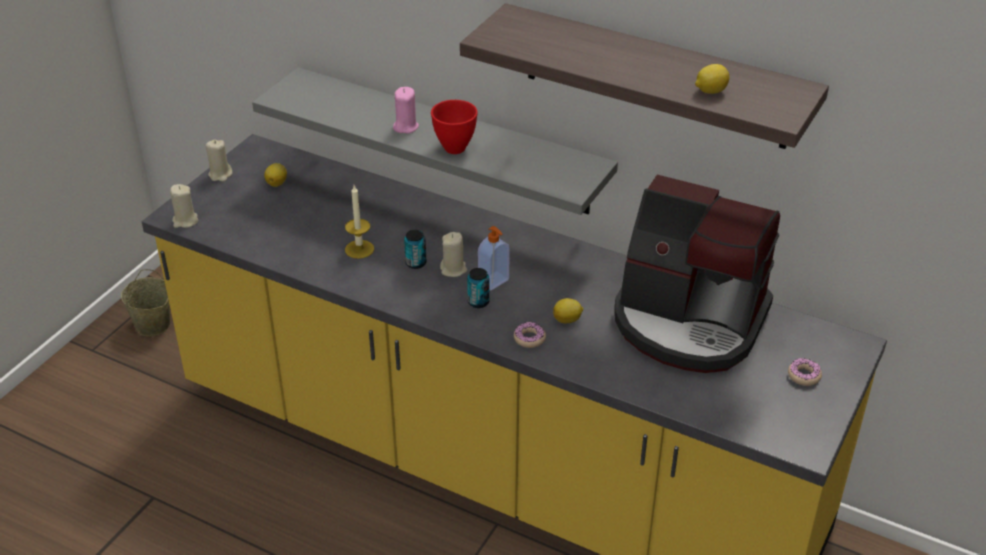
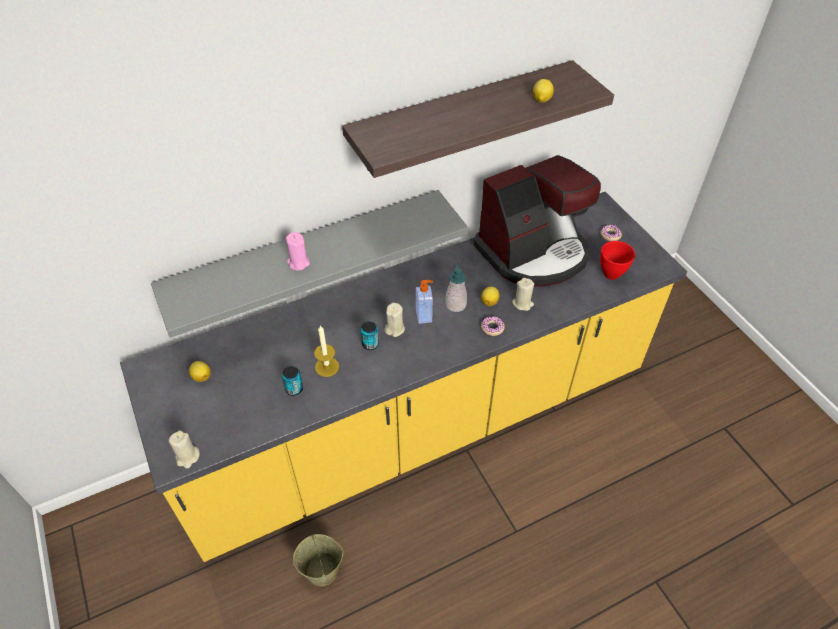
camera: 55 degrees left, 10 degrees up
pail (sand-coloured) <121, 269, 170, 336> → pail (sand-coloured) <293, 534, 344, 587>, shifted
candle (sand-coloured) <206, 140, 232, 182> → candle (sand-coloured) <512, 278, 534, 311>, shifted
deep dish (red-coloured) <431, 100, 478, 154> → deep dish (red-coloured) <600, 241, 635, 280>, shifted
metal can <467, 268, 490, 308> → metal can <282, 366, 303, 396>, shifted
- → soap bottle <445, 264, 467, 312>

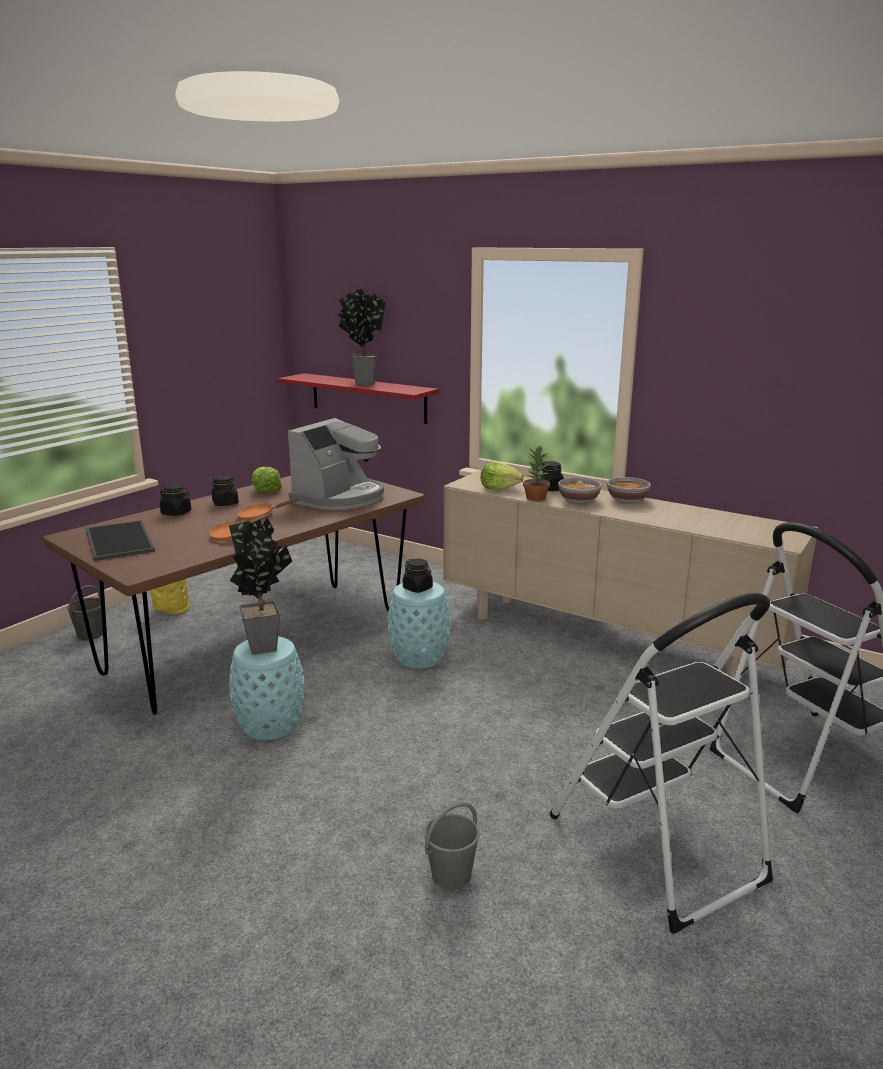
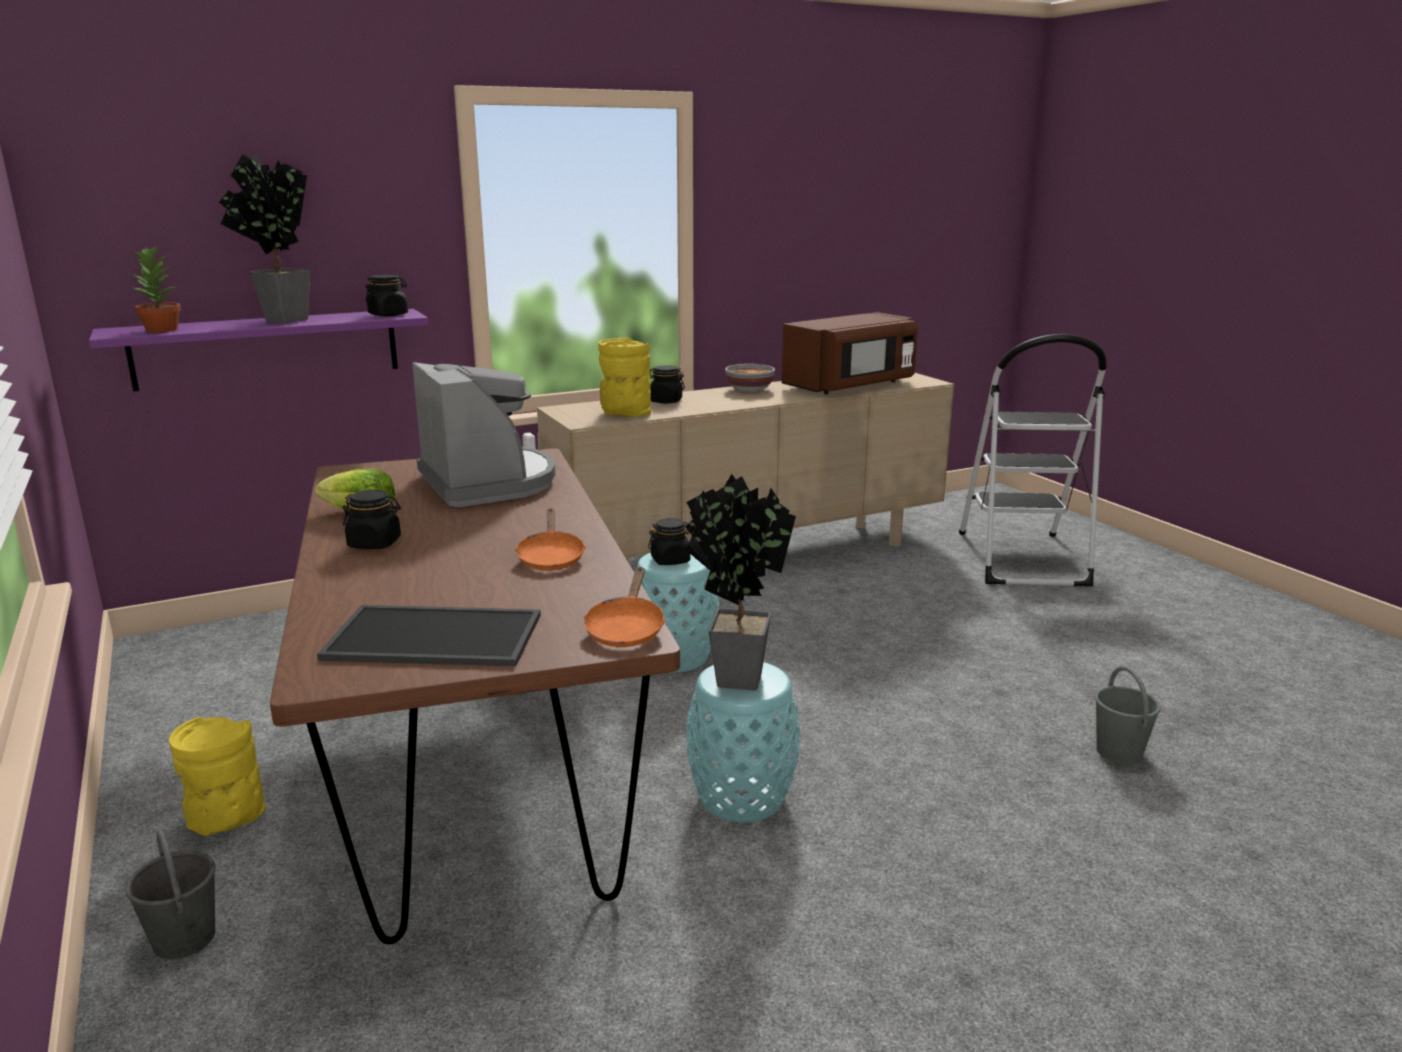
camera: 60 degrees left, 0 degrees up
preserve jar (black) <160, 484, 191, 516> → preserve jar (black) <365, 275, 408, 317>, shifted
skillet (orange-coloured) <237, 498, 298, 521> → skillet (orange-coloured) <583, 567, 665, 647>, shifted
wall shelf (red-coloured) <278, 373, 439, 424> → wall shelf (purplish) <89, 309, 429, 392>
head of lettuce <480, 462, 524, 490> → flower vase (yellow) <598, 338, 651, 417>
plant in a pot <523, 446, 550, 501> → plant in a pot <130, 246, 181, 332>, shifted
stepladder <550, 593, 773, 934> → -
deep dish <558, 478, 602, 504> → -
- → microwave (brown) <781, 312, 918, 394>

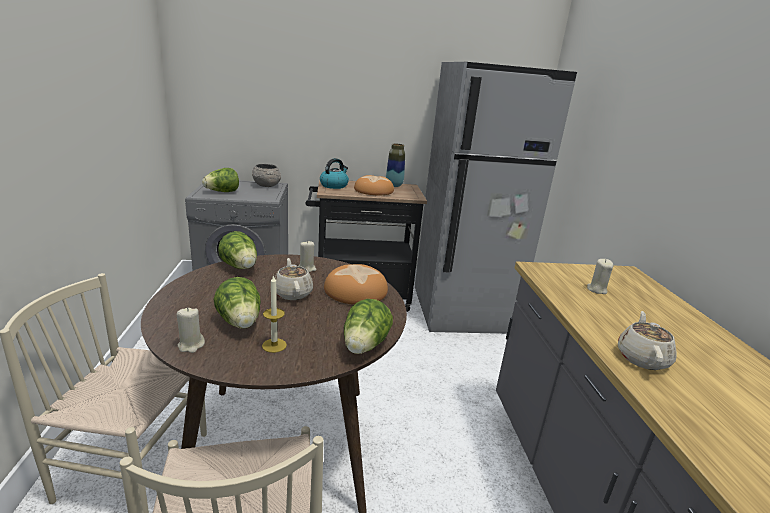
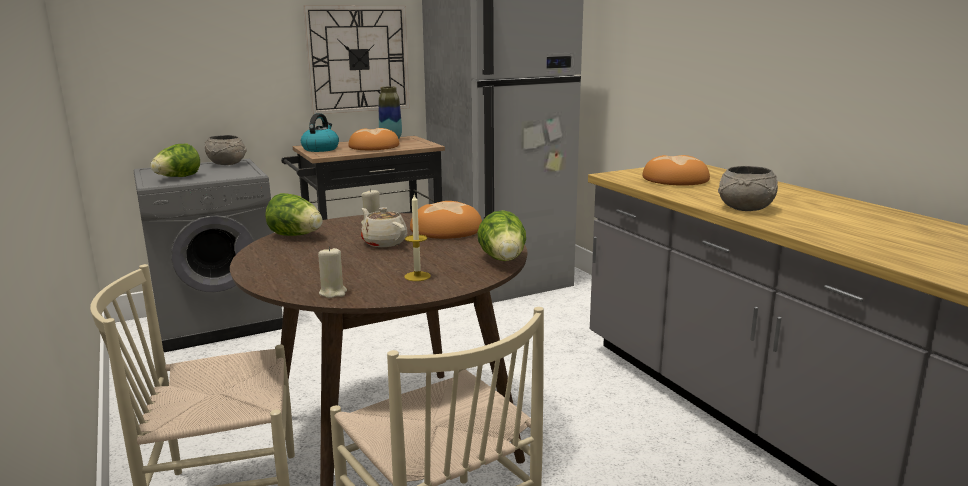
camera: 20 degrees left, 5 degrees down
head of lettuce <214, 277, 261, 329> → -
candle (sand-coloured) <587, 259, 614, 294> → bread <642, 155, 710, 186>
tea pot (sand-coloured) <618, 311, 677, 370> → deep dish (gray) <718, 166, 778, 211>
- → wall clock <303, 6, 410, 115>

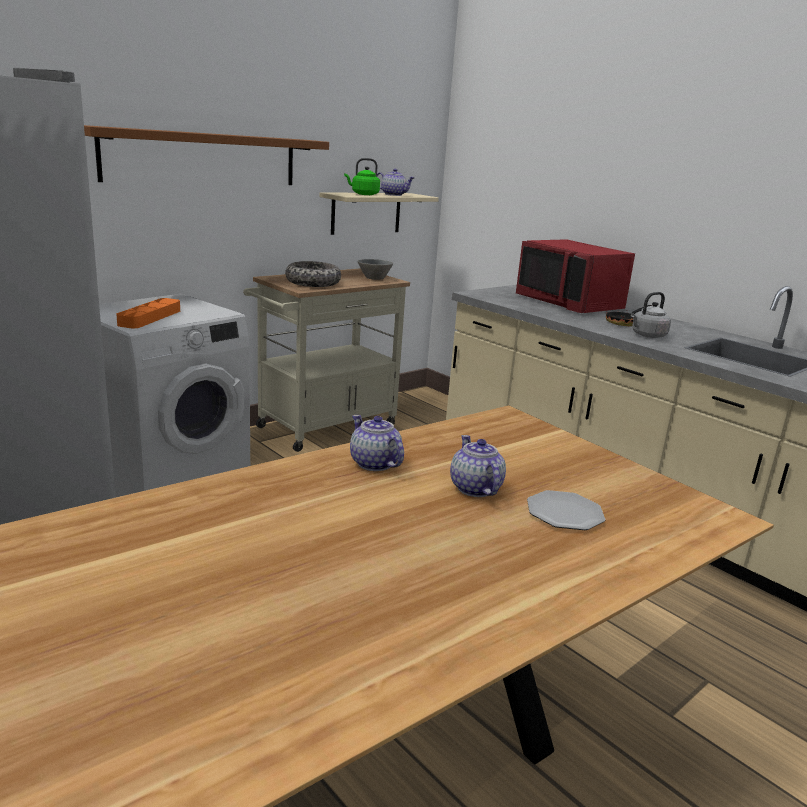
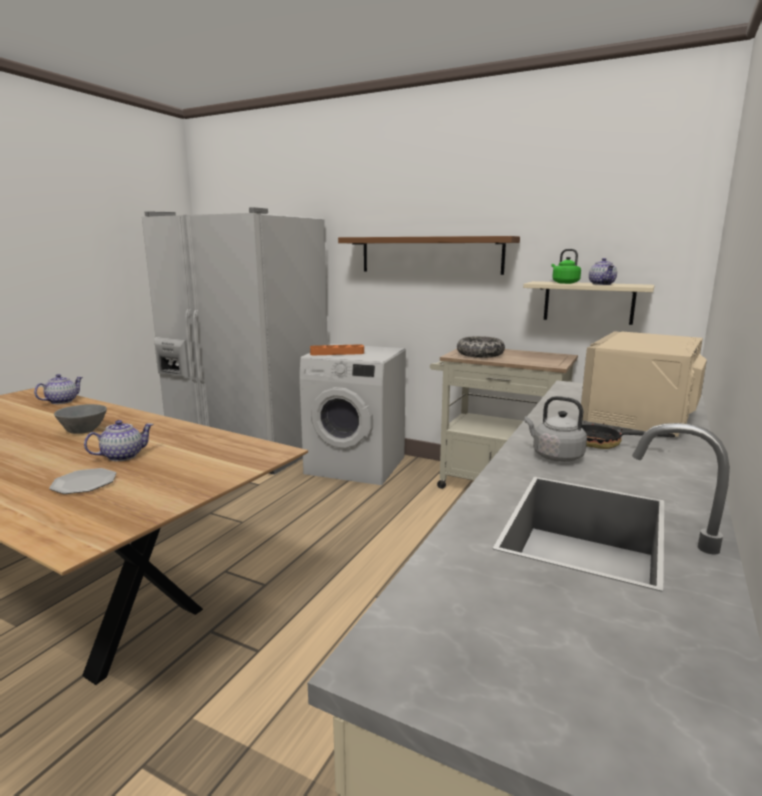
camera: 70 degrees right, 5 degrees down
tea pot <350, 415, 404, 471> → tea pot <34, 374, 83, 404>, shifted
deep dish (gray) <358, 259, 393, 280> → deep dish (gray) <54, 404, 107, 434>, shifted
microwave (red-coloured) <516, 239, 635, 313> → microwave (sand-coloured) <581, 331, 707, 437>

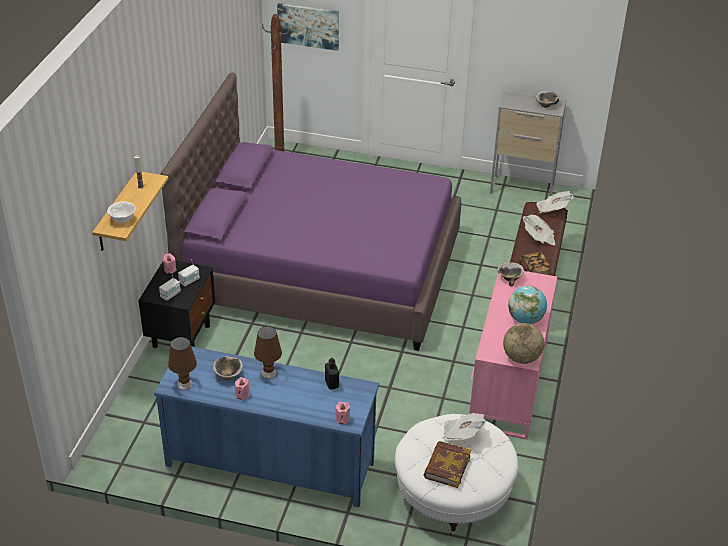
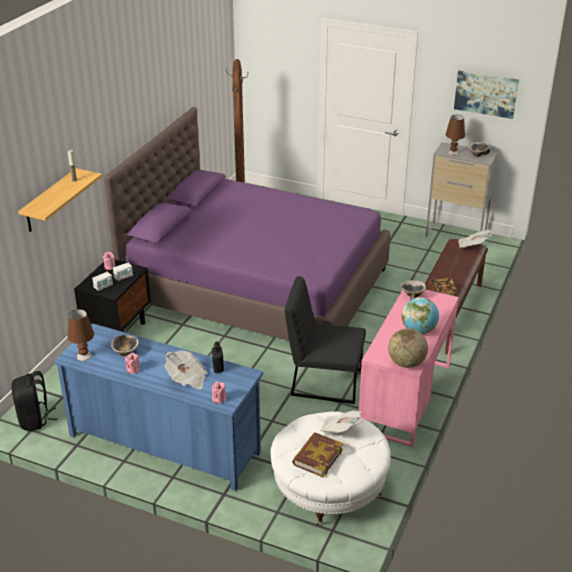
camera: 10 degrees right, 5 degrees down
deep dish (whitish) <107, 201, 135, 223> → -
tabletop lamp (brown) <254, 326, 282, 379> → tabletop lamp (brown) <446, 115, 465, 156>, shifted
wall picture <277, 3, 339, 51> → wall picture <454, 71, 519, 119>, shifted
daily paper <523, 215, 555, 245> → daily paper <164, 350, 207, 389>, shifted
- → knapsack (black) <11, 371, 58, 431>
- → plain chair (black) <285, 276, 366, 404>

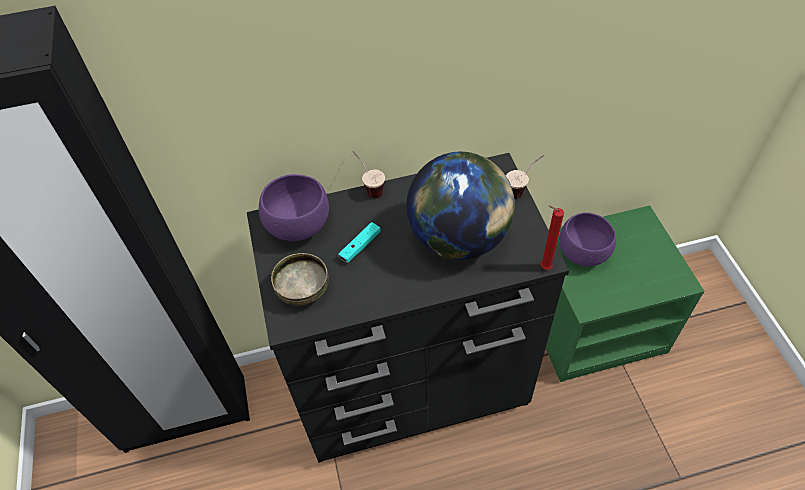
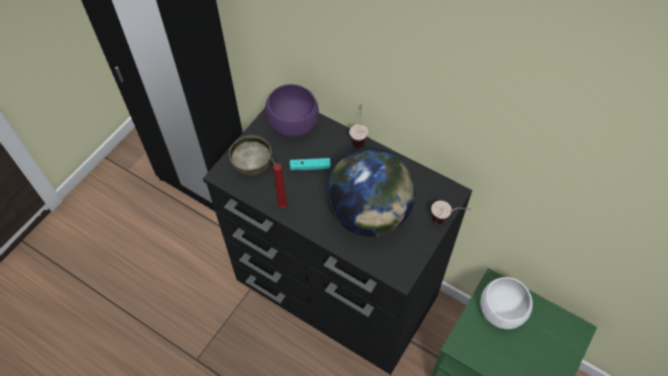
camera: 45 degrees right, 5 degrees up
candle (red-coloured) <540, 206, 564, 270> → candle (red-coloured) <270, 157, 287, 207>, shifted
deep dish (purplish) <559, 212, 616, 266> → deep dish (whitish) <480, 277, 533, 329>

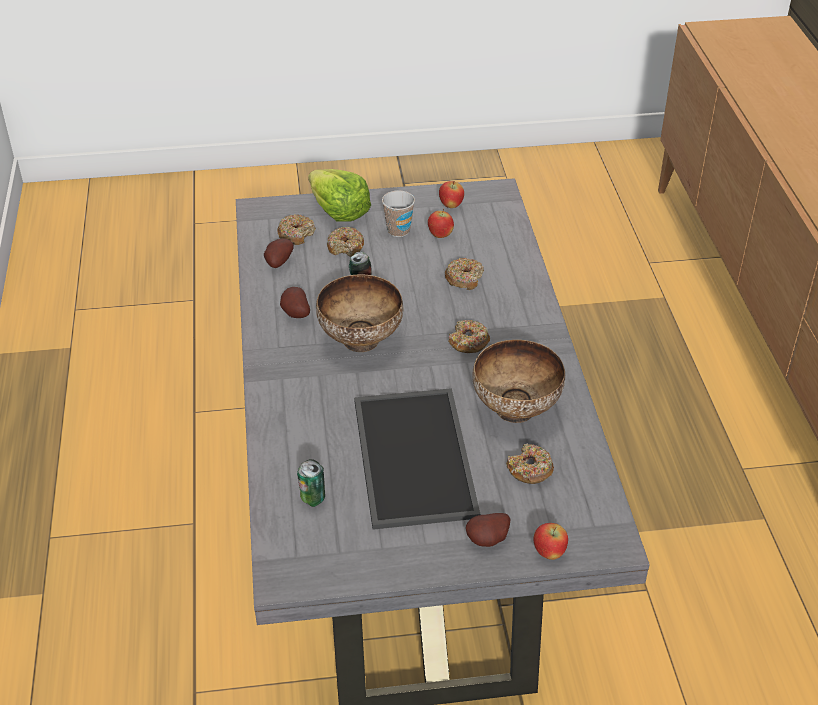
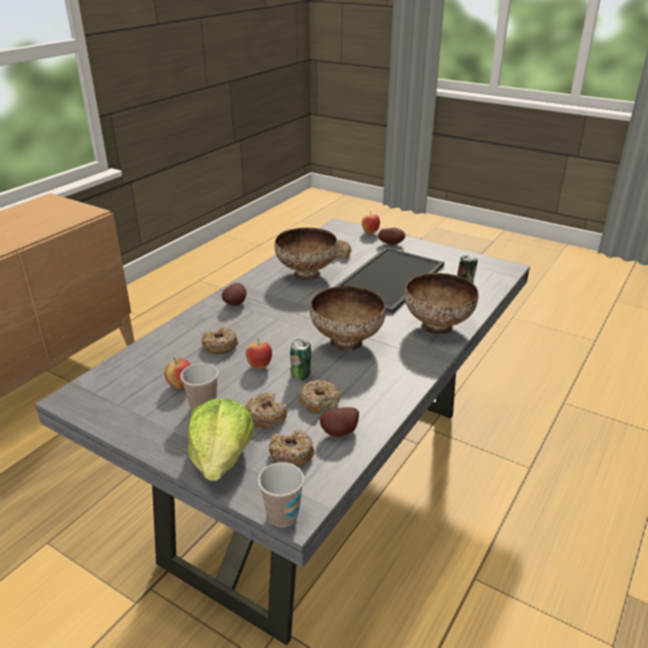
camera: 140 degrees left, 10 degrees down
potato <280, 287, 310, 318> → potato <222, 283, 247, 306>, shifted
apple <439, 181, 464, 208> → apple <246, 338, 272, 369>, shifted
doughnut <448, 320, 490, 353> → doughnut <299, 380, 340, 414>, shifted
- → cup <258, 462, 304, 527>
- → deep dish <404, 273, 478, 335>

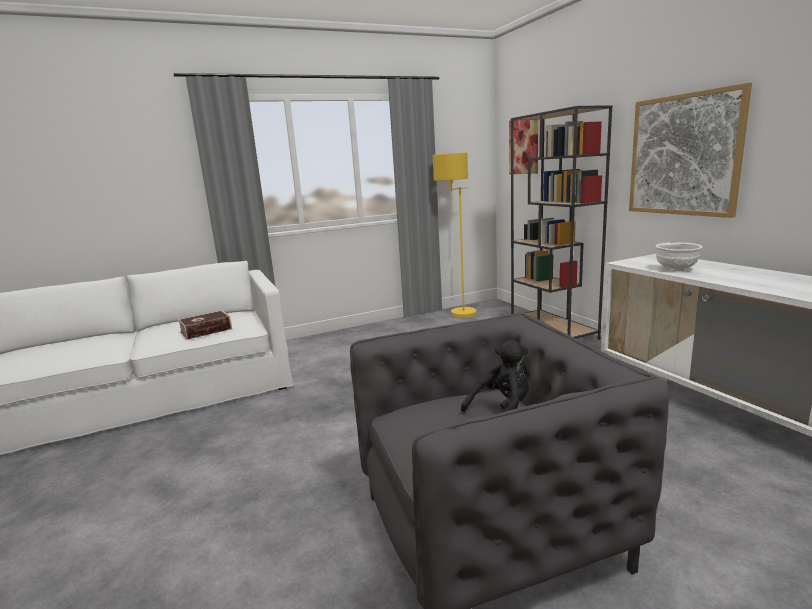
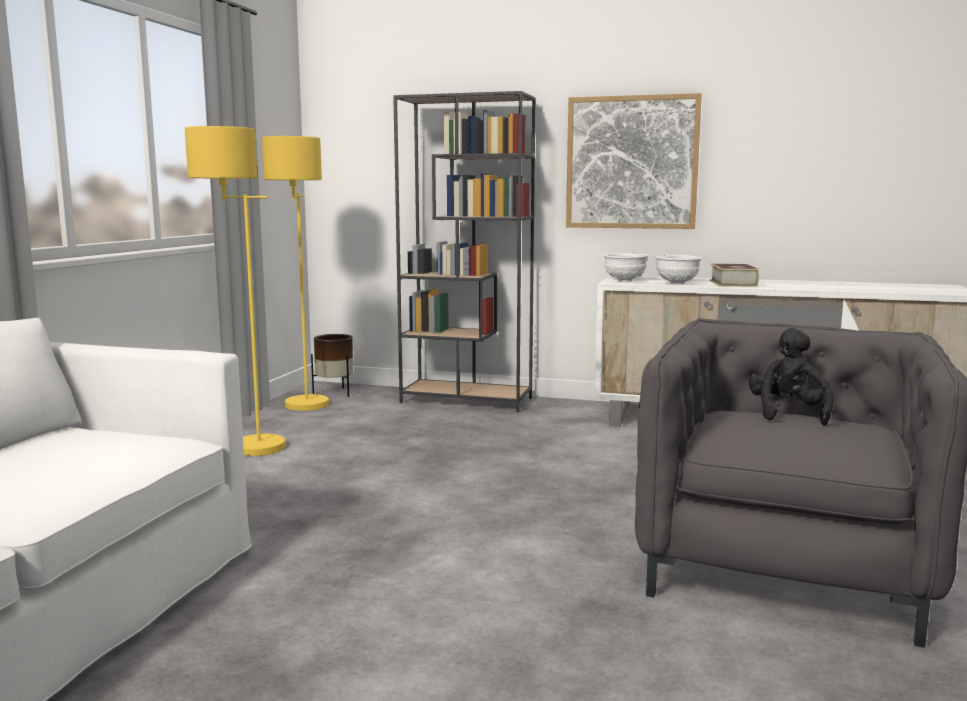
camera: 50 degrees left, 5 degrees down
bound book <178, 310, 232, 340> → bound book <710, 264, 760, 287>, shifted
wall picture <509, 120, 539, 174> → -
- → standard lamp (yellow) <185, 126, 286, 456>
- → plant pot (brown) <311, 334, 354, 397>
- → deep dish (whitish) <604, 253, 648, 282>

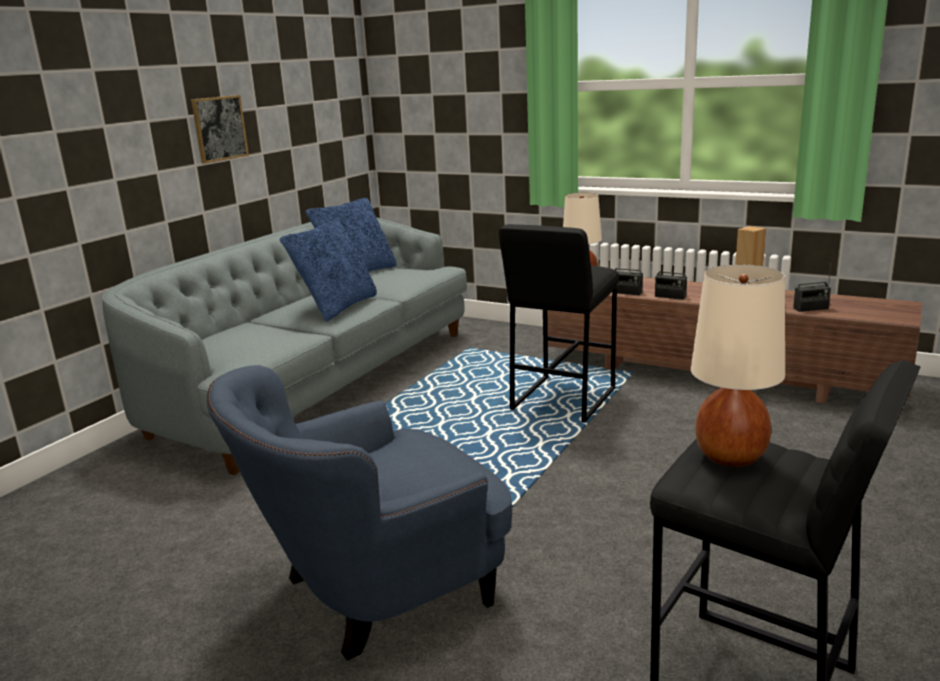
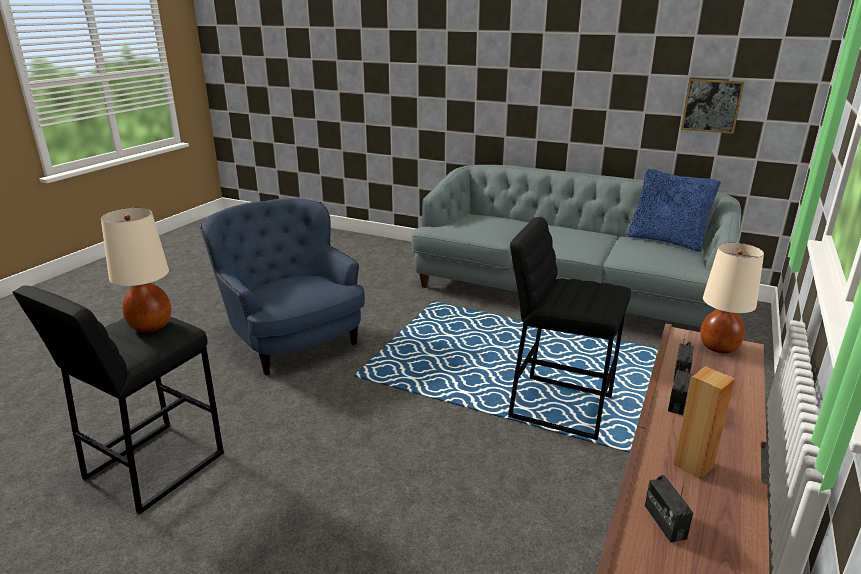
camera: 85 degrees right, 5 degrees up
wall picture <191, 95, 249, 164> → wall picture <681, 79, 744, 134>, shifted
pillow (bluish) <279, 219, 377, 321> → -

